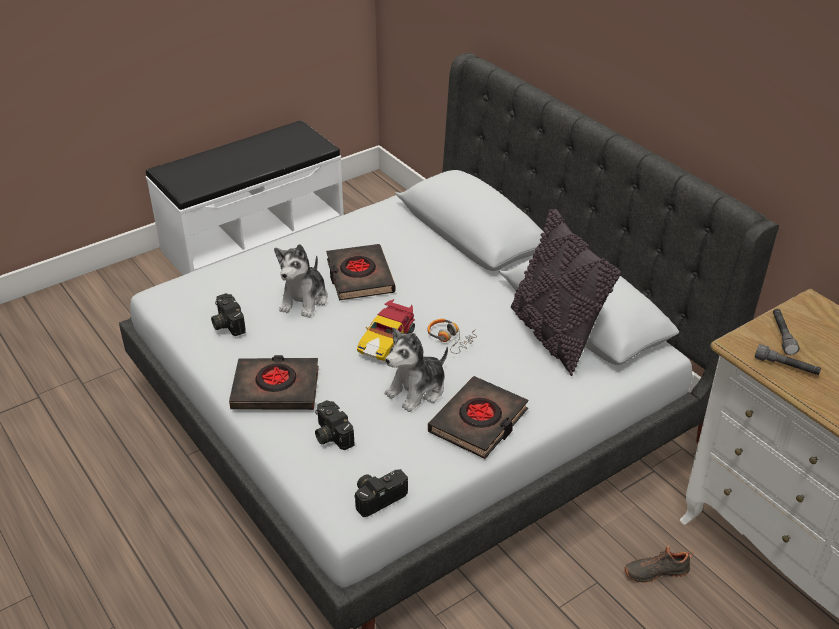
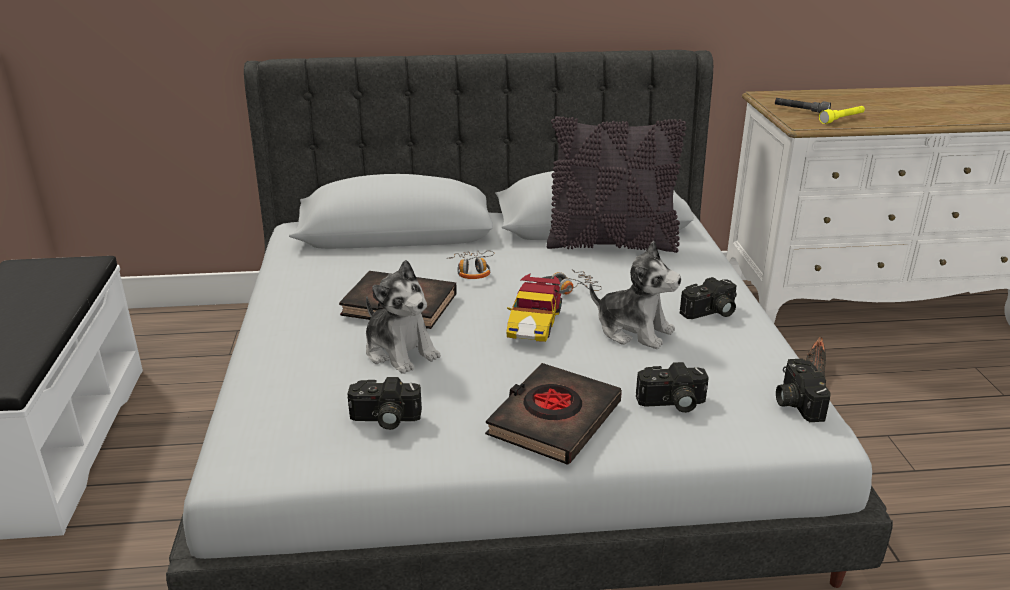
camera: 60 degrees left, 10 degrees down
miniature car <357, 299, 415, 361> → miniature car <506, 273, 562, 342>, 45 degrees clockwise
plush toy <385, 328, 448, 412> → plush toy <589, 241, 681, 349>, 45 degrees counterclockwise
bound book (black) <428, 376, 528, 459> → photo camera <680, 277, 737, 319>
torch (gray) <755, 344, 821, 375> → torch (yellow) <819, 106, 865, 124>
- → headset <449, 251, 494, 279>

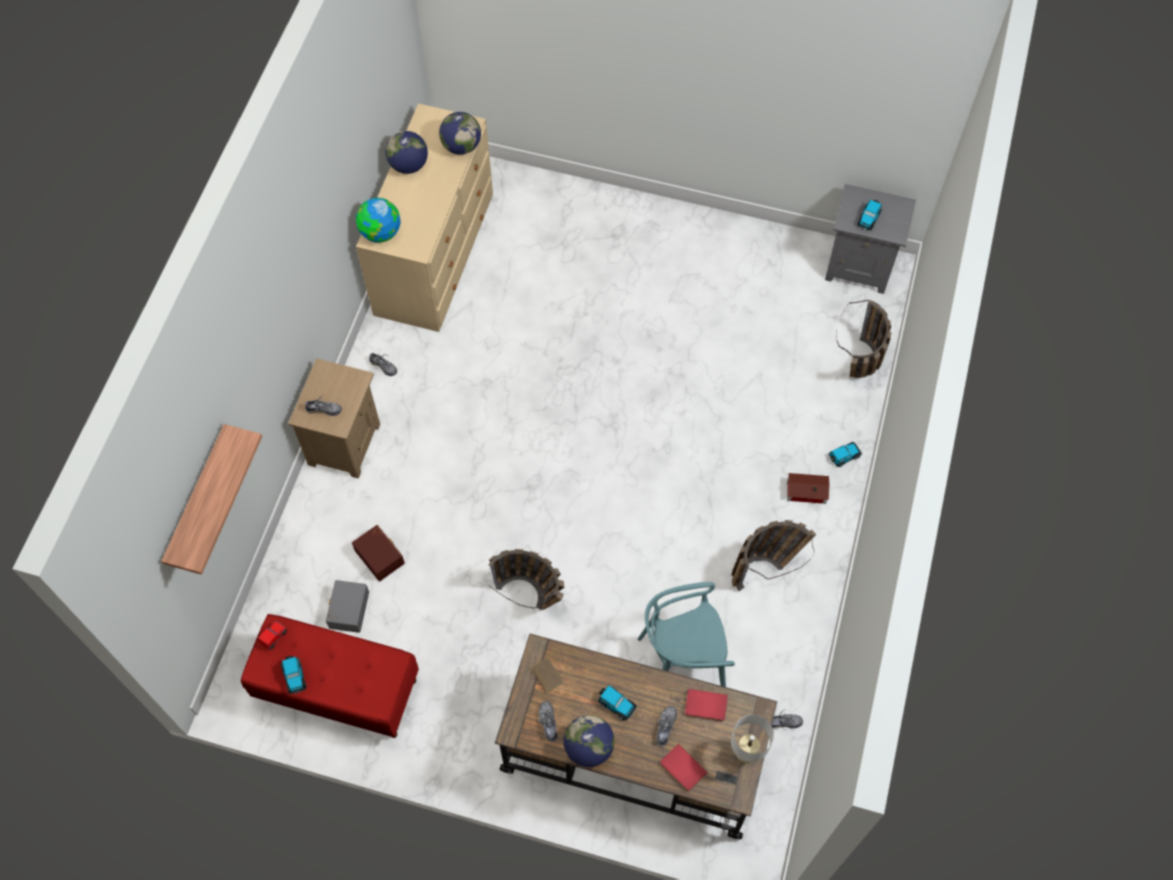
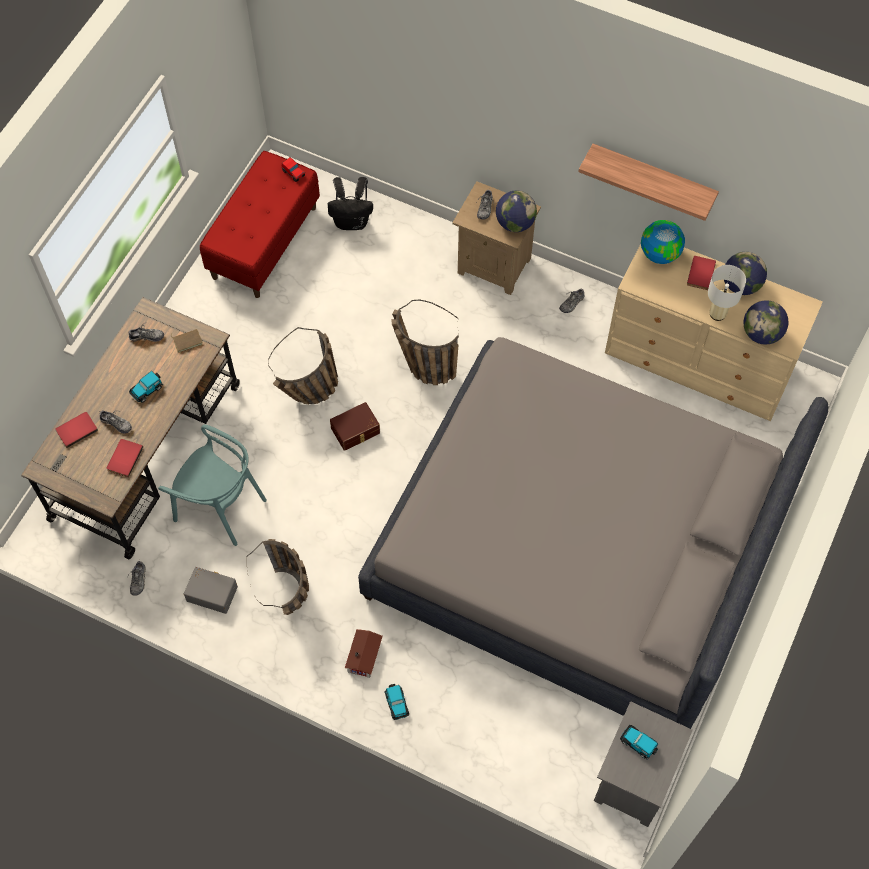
camera: 100 degrees right, 0 degrees up
wall shelf <161, 424, 262, 575> → wall shelf <578, 144, 719, 221>, shifted
miniature car <281, 656, 307, 694> → -
storage box (gray) <326, 580, 369, 633> → storage box (gray) <184, 567, 238, 614>, shifted
storage box (brown) <352, 525, 405, 581> → storage box (brown) <330, 402, 380, 451>, shifted
globe <563, 715, 615, 767> → globe <496, 191, 537, 232>, shifted
plain chair (turquoise-coloured) <638, 582, 735, 687> → plain chair (turquoise-coloured) <158, 425, 267, 546>, 120 degrees clockwise
tabletop lamp (whitish) <731, 714, 774, 764> → tabletop lamp (whitish) <708, 265, 746, 321>, shifted
storage basket <836, 300, 891, 378> → storage basket <391, 300, 459, 385>, shifted
- → knapsack (black) <328, 177, 373, 230>
- → bed (gray) <358, 337, 829, 729>
- → bound book (red-coloured) <687, 256, 716, 290>

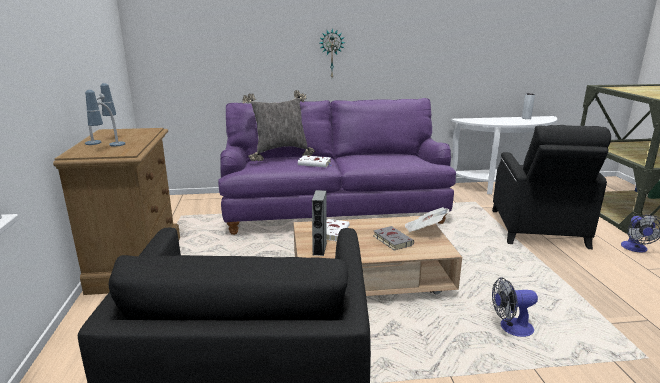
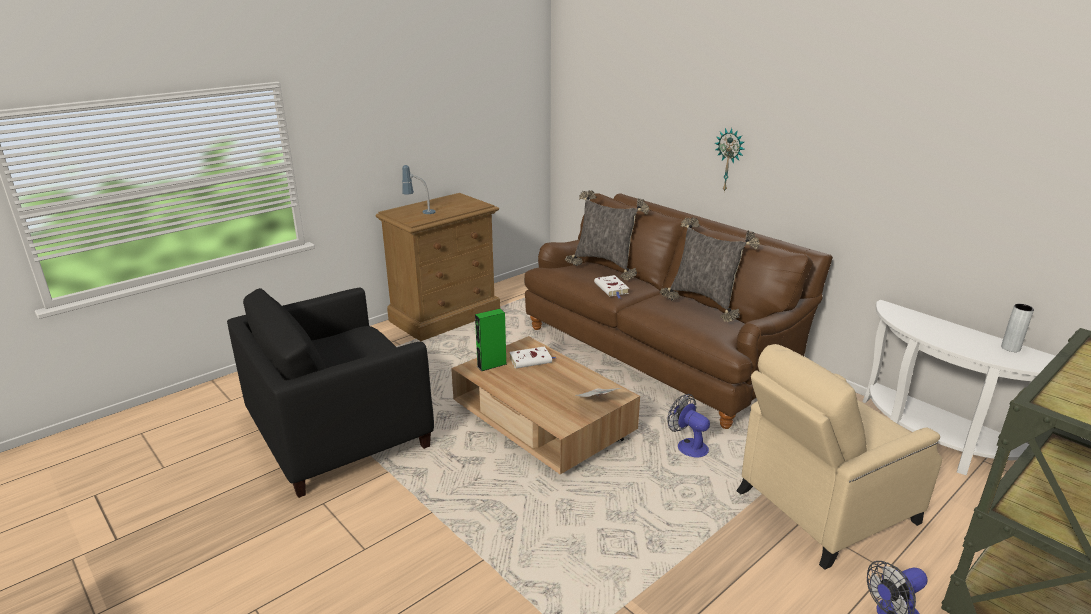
camera: 55 degrees right, 5 degrees up
tabletop lamp <85, 83, 116, 145> → -
couch (purplish) <218, 98, 456, 235> → couch (brown) <525, 193, 833, 429>
audio speaker (gray) <312, 190, 327, 256> → audio speaker (green-coloured) <475, 309, 507, 371>
bound book (gray) <373, 226, 414, 251> → -
lounge chair (black) <492, 125, 611, 249> → lounge chair (sand-coloured) <736, 344, 942, 570>
fan <492, 277, 538, 337> → fan <667, 394, 710, 458>, shifted
- → pillow <660, 217, 760, 322>

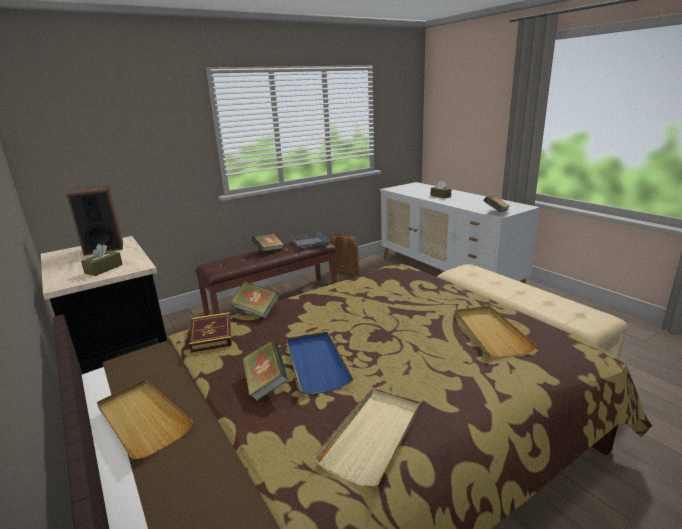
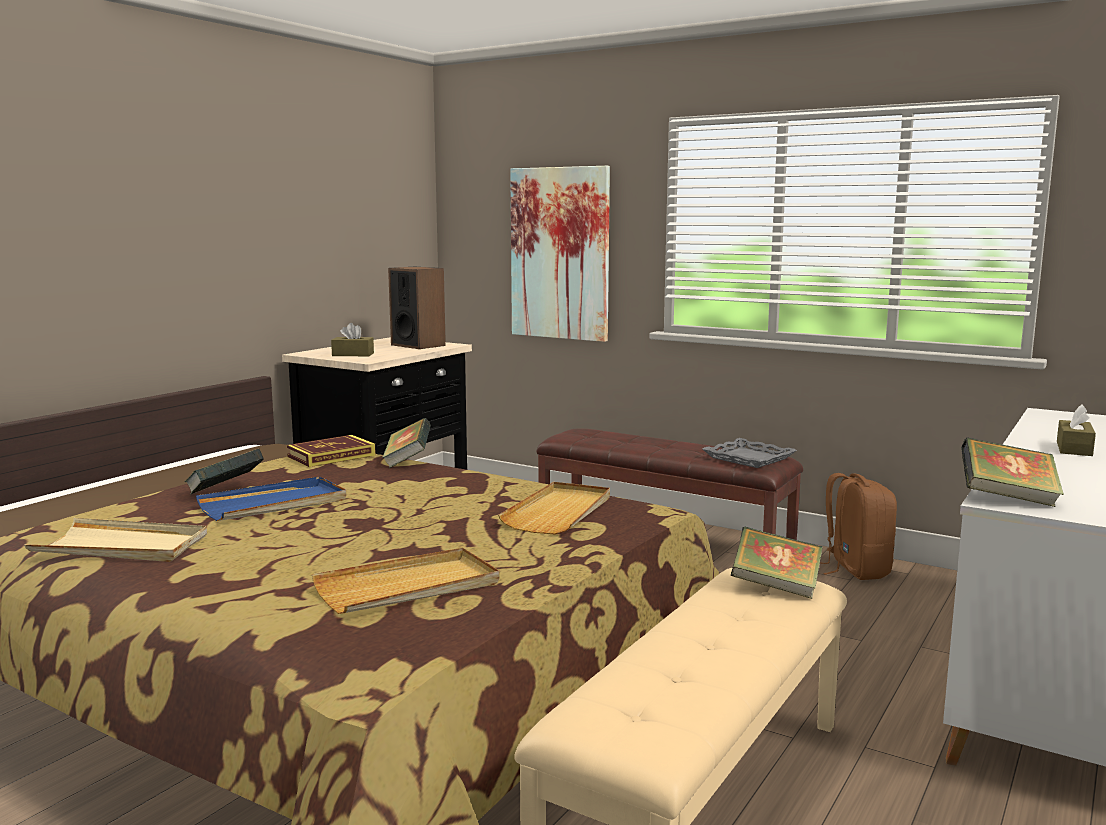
camera: 65 degrees right, 10 degrees down
serving tray (sand-coloured) <97, 380, 194, 459> → serving tray (sand-coloured) <498, 482, 610, 534>, shifted
bound book <252, 234, 284, 252> → bound book <731, 526, 823, 599>, shifted
- → wall picture <510, 165, 610, 342>

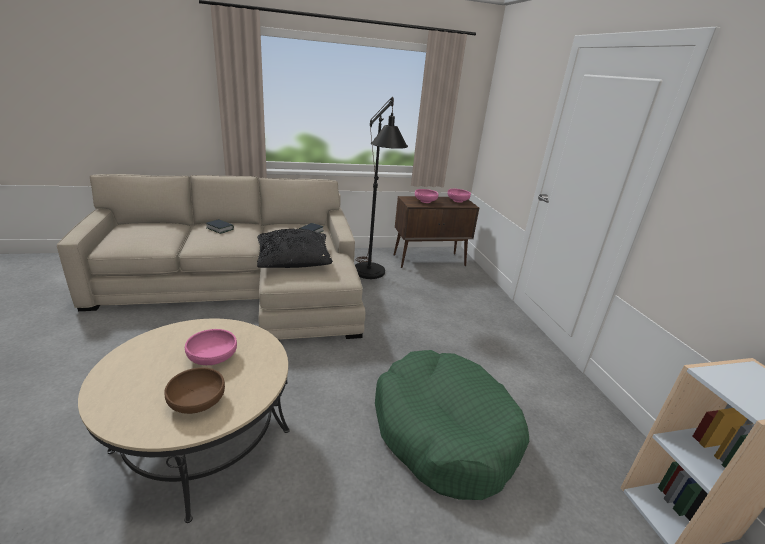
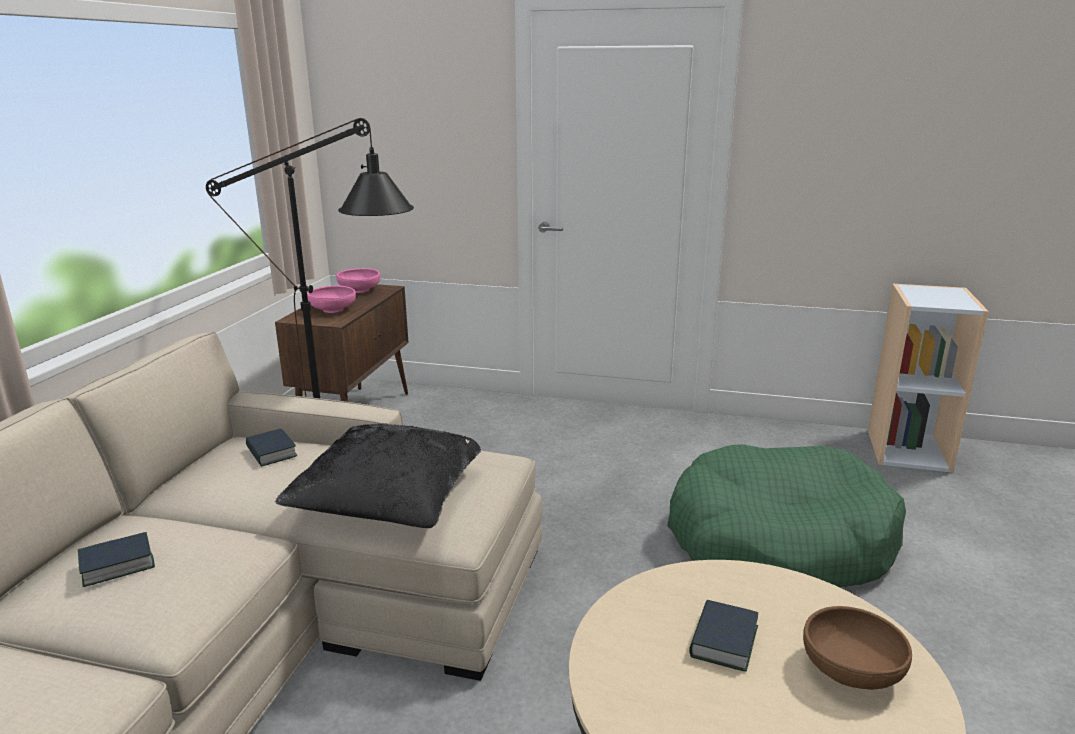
camera: 60 degrees left, 5 degrees down
deep dish (pinkish) <185, 329, 237, 365> → bound book <689, 600, 758, 672>

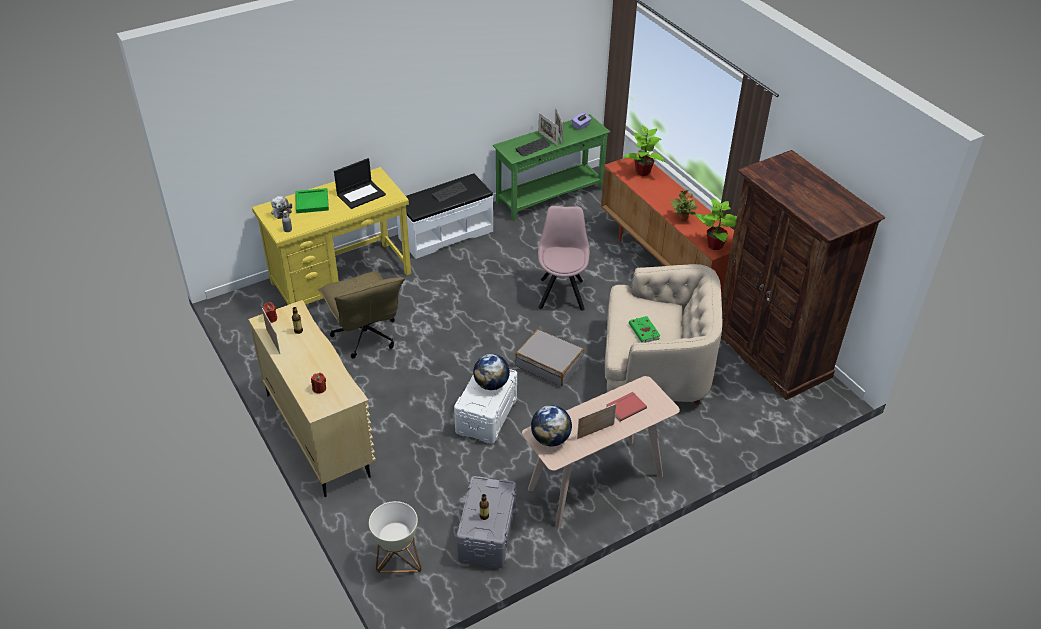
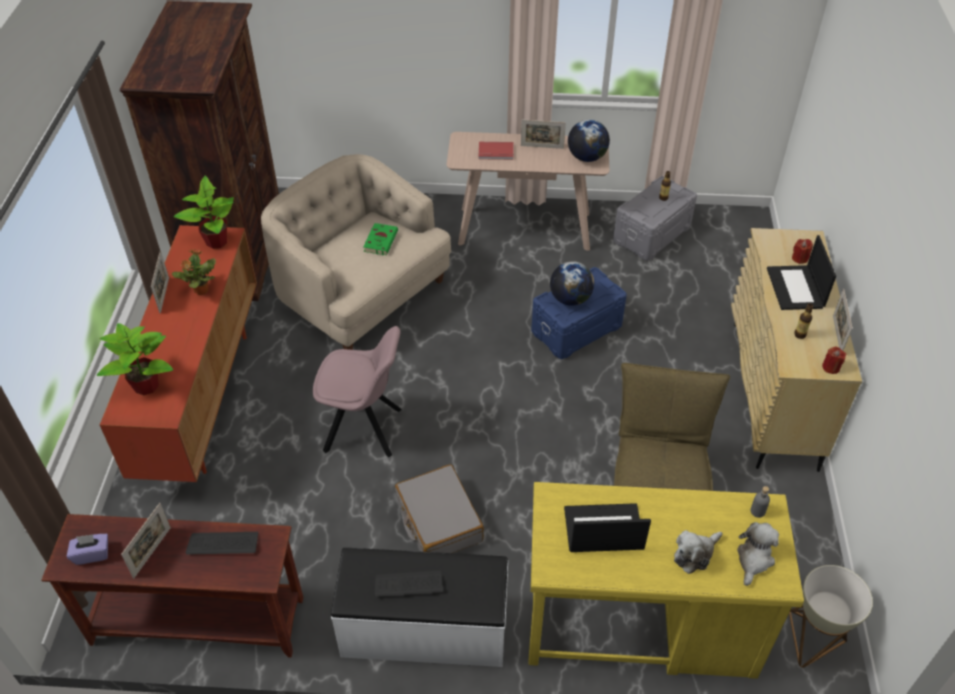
camera: 145 degrees left, 5 degrees up
serving tray (green-coloured) <295, 188, 329, 213> → plush toy <674, 530, 723, 574>
plant pot <369, 501, 421, 573> → plant pot <789, 565, 873, 668>, shifted
storage box (whitish) <454, 369, 517, 444> → storage box (bluish) <531, 267, 627, 359>
console table (green-coloured) <493, 114, 610, 221> → console table (brown) <41, 514, 303, 658>
suitcase (gray) <515, 329, 584, 387> → suitcase (gray) <395, 464, 484, 553>, shifted
plain chair (pinkish) <538, 206, 590, 311> → plain chair (pinkish) <313, 326, 402, 458>, 120 degrees counterclockwise
photo frame <539, 113, 559, 146> → photo frame <151, 251, 169, 313>, shifted
- → laptop <767, 235, 836, 310>

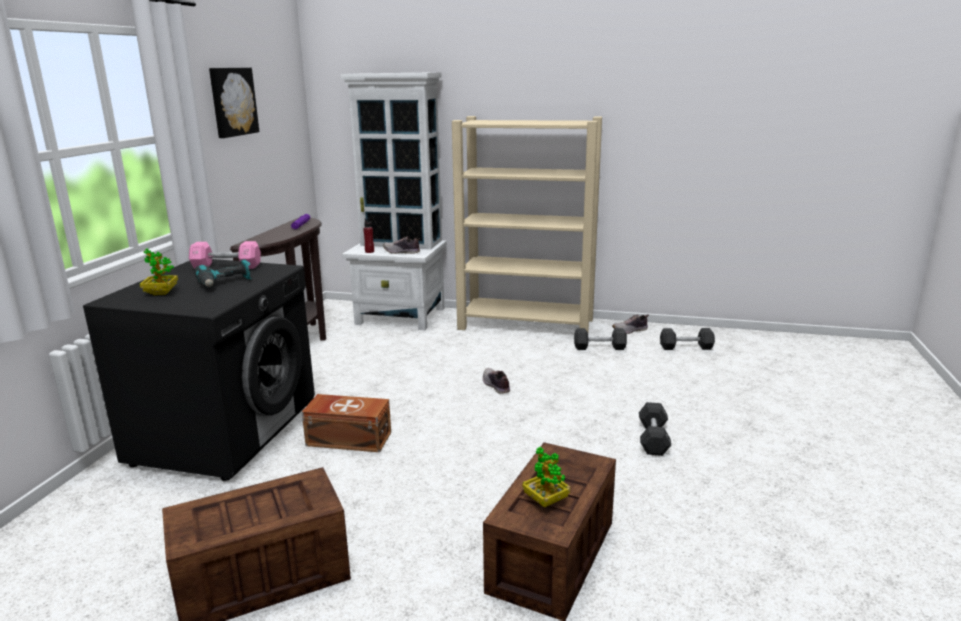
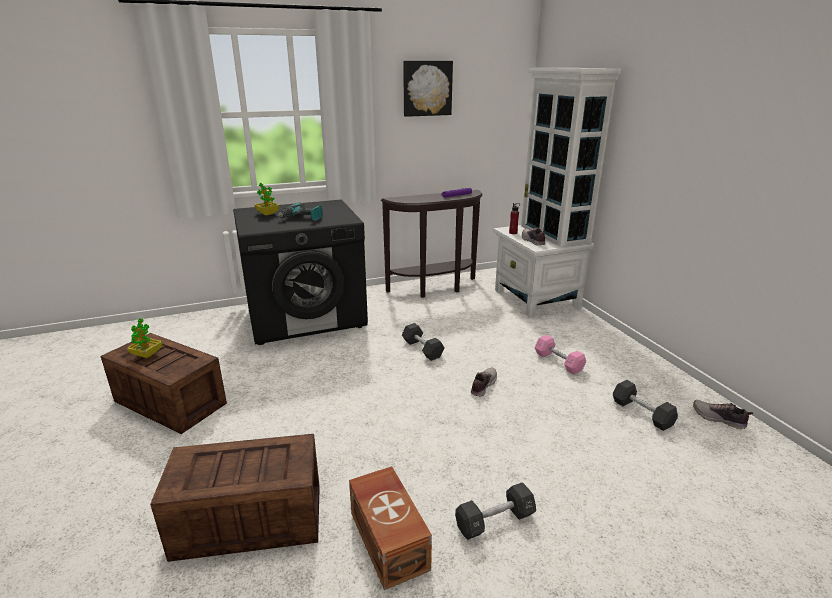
camera: 55 degrees right, 5 degrees up
free weight (pinkish) <189, 241, 261, 269> → free weight (pinkish) <534, 335, 586, 375>, shifted
storage box (brown) <302, 394, 391, 452> → storage box (brown) <349, 466, 432, 590>, shifted
shelving unit (sand-coloured) <452, 116, 602, 332> → -
plant in a pot <522, 447, 570, 507> → plant in a pot <127, 318, 162, 358>, shifted
free weight (black) <660, 328, 715, 350> → free weight (black) <402, 323, 445, 361>, shifted

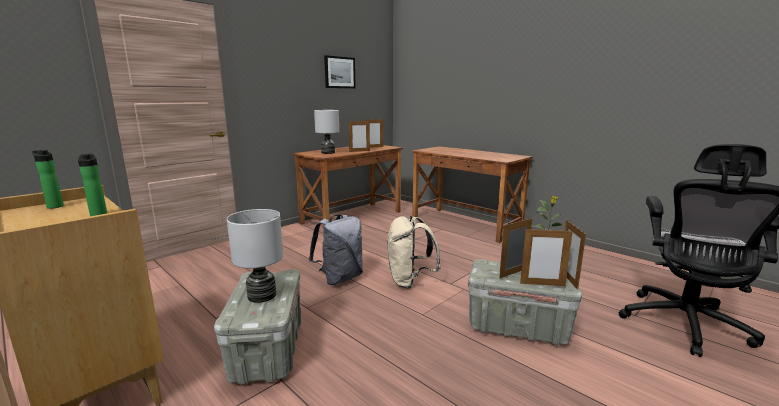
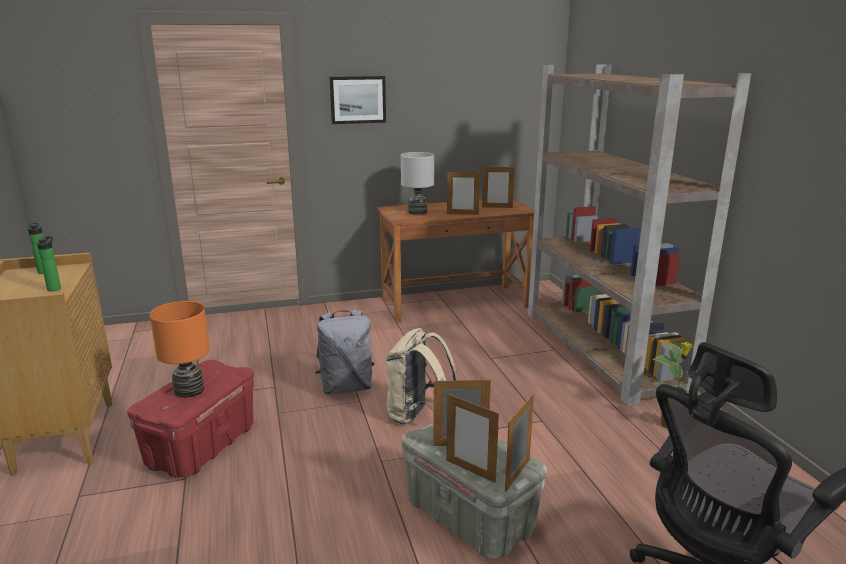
camera: 30 degrees right, 5 degrees up
storage box (gray) <214, 269, 301, 385> → storage box (red-coloured) <127, 360, 254, 478>
tabletop lamp (gray) <227, 209, 283, 303> → tabletop lamp (orange-coloured) <150, 301, 210, 398>
wall picture <324, 55, 356, 88> → wall picture <330, 76, 386, 124>, shifted
desk unit (brown) <411, 146, 533, 243> → shelving unit (brown) <528, 64, 751, 406>

